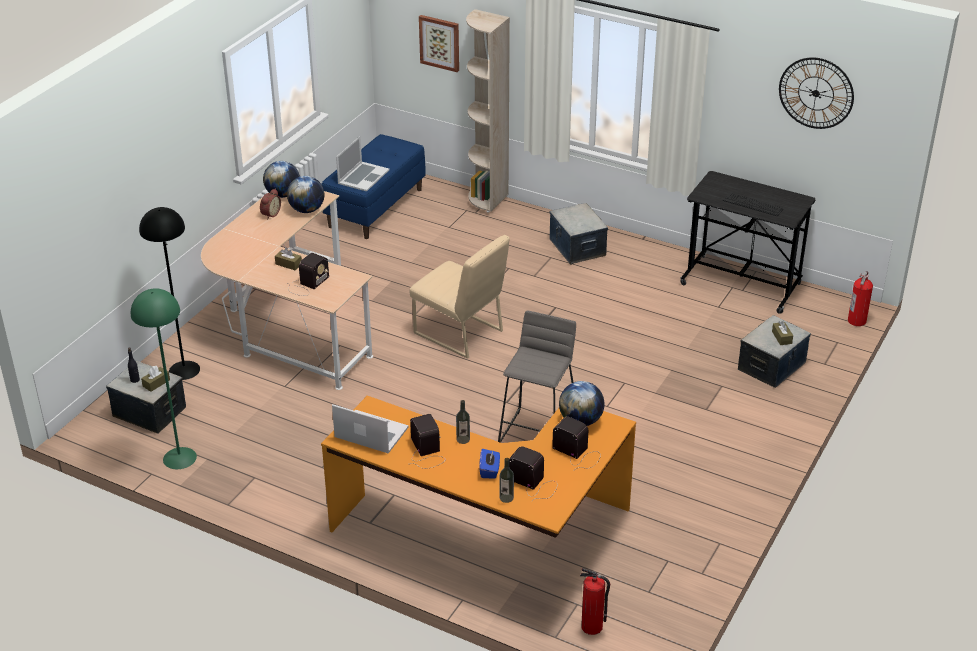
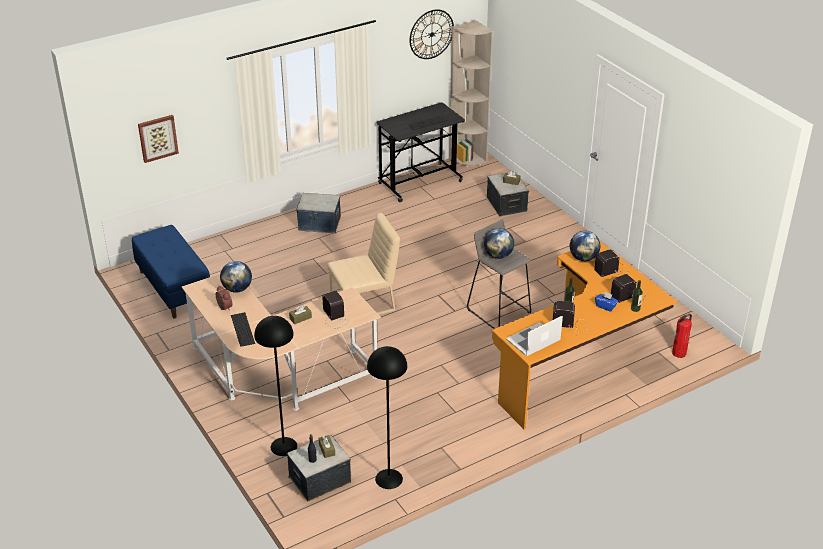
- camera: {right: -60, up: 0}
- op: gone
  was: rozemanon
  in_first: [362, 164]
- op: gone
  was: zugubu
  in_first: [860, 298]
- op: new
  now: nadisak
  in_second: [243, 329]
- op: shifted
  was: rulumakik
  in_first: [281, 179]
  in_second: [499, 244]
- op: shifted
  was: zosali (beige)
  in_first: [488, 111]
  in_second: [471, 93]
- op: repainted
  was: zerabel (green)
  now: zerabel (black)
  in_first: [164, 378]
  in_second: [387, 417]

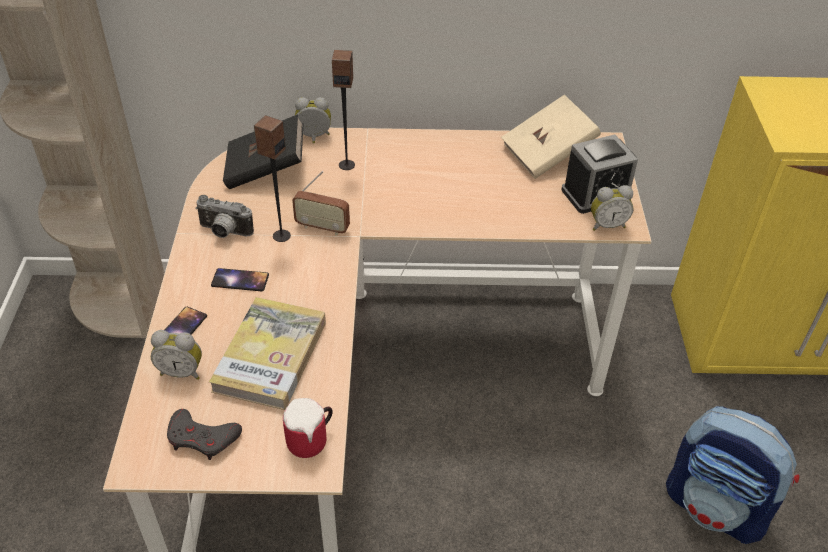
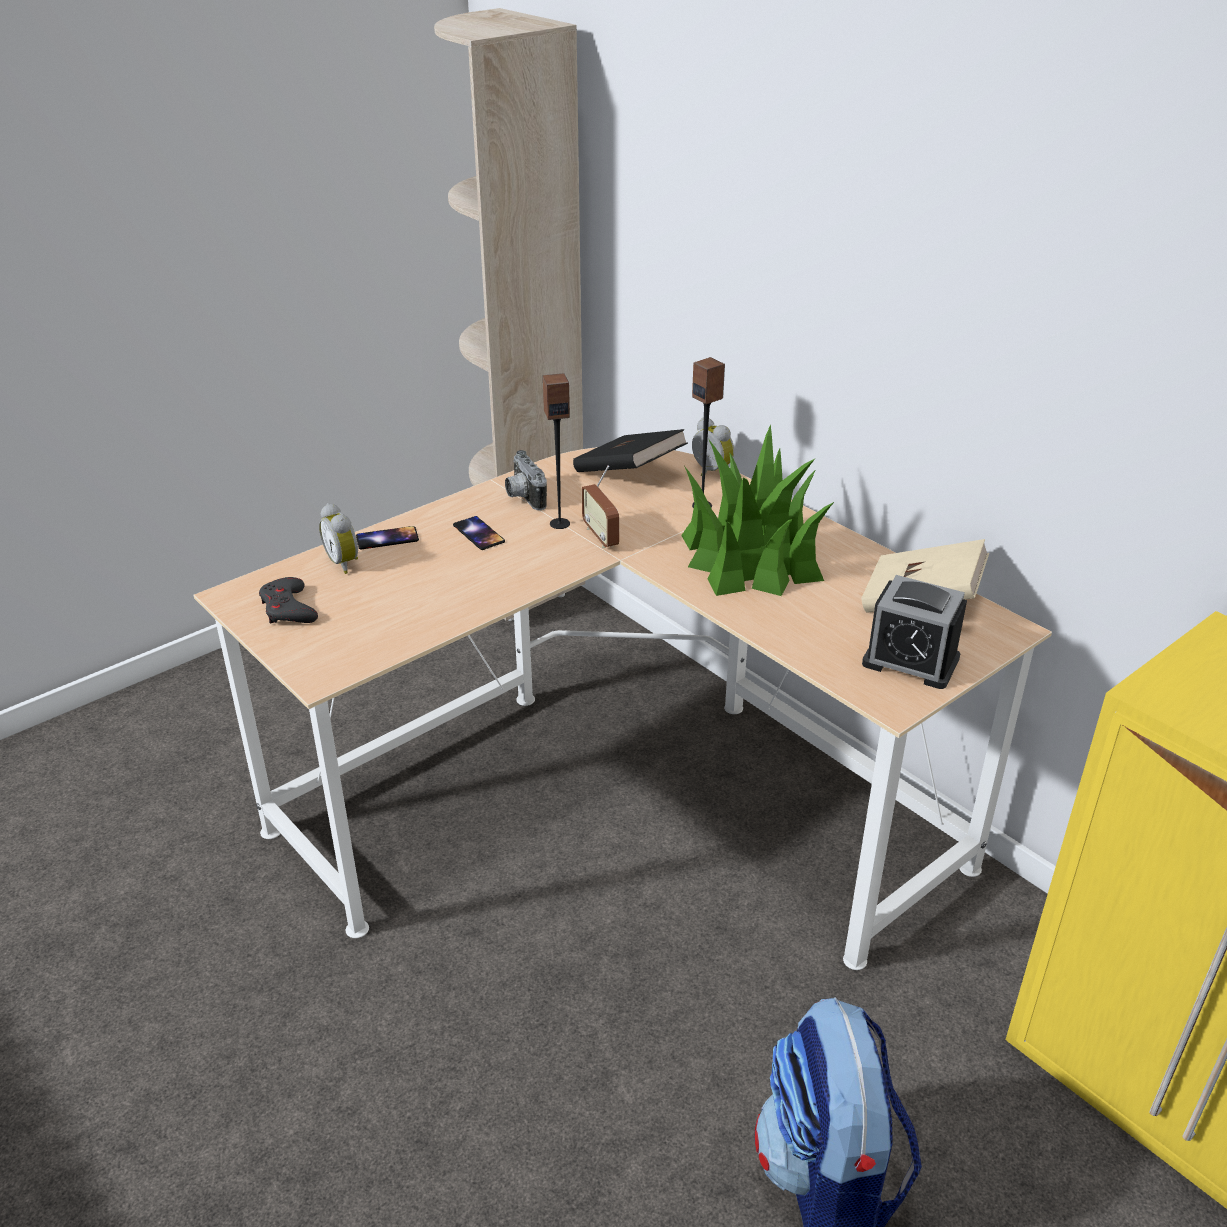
- camera: {right: 50, up: -10}
- op: gone
  was: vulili
  in_first: [267, 353]
- op: gone
  was: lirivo
  in_first: [308, 428]
- op: gone
  was: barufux
  in_first: [612, 208]
- op: new
  now: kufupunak
  in_second: [757, 510]

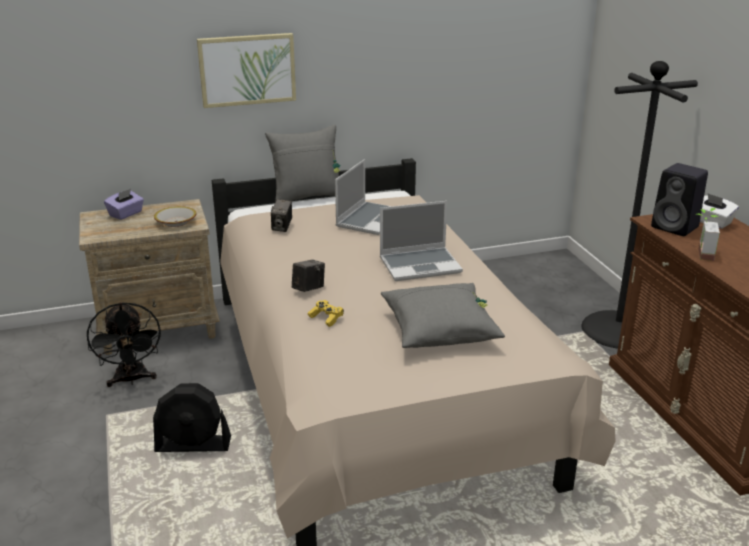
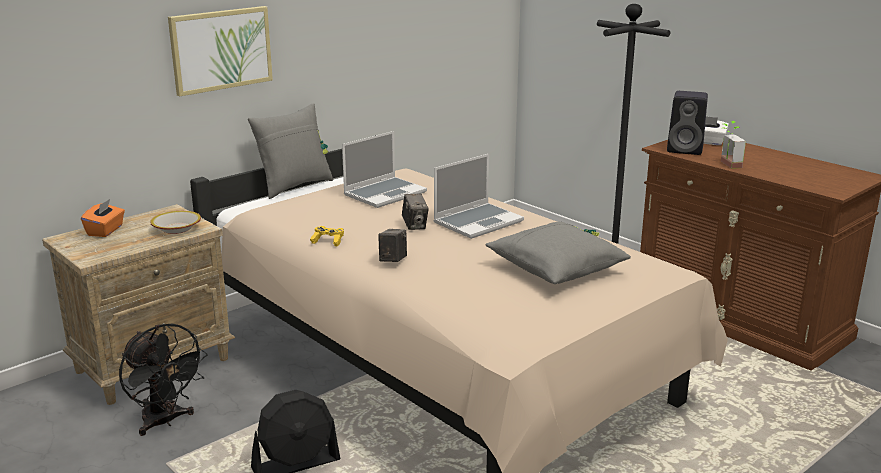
- camera: {right: -25, up: -5}
- op: shifted
  was: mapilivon
  in_first: [281, 215]
  in_second: [415, 212]
- op: shifted
  was: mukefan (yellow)
  in_first: [326, 313]
  in_second: [327, 236]
- op: repainted
  was: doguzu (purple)
  now: doguzu (orange)
  in_first: [124, 204]
  in_second: [103, 218]
- op: rotated
  was: rozemanon
  in_first: [363, 197]
  in_second: [384, 169]
  clockwise: 45

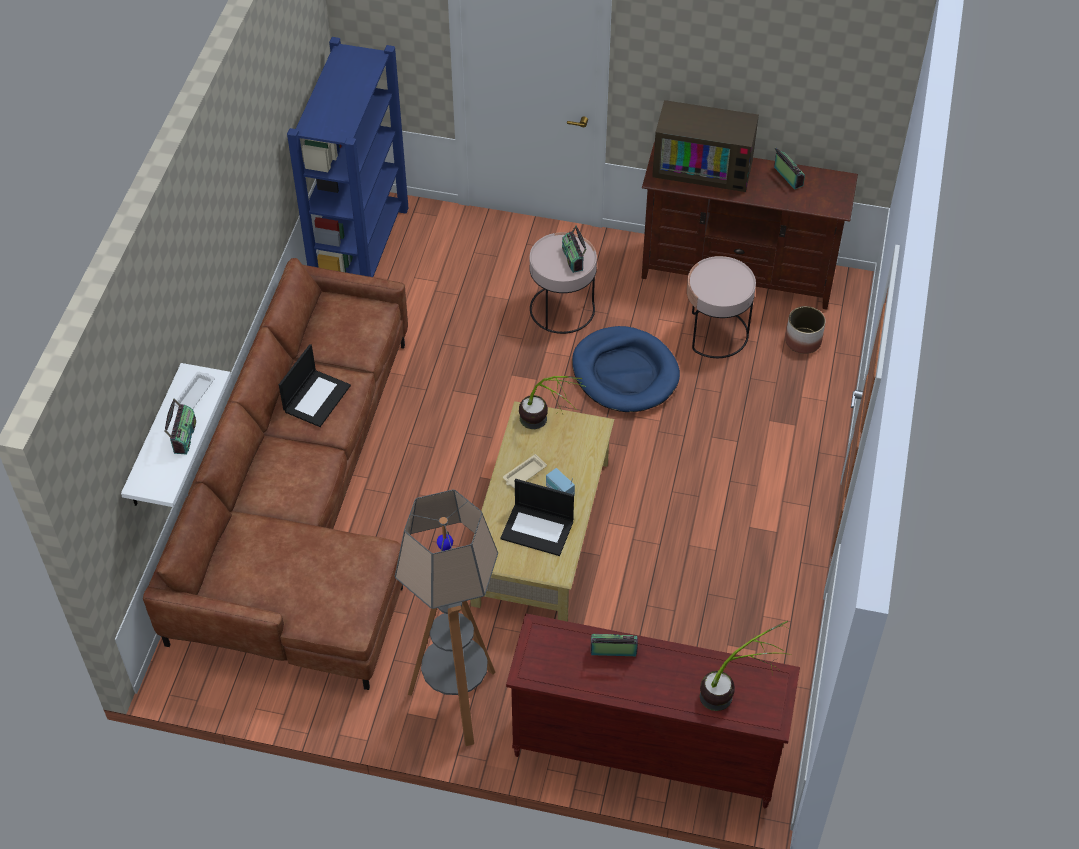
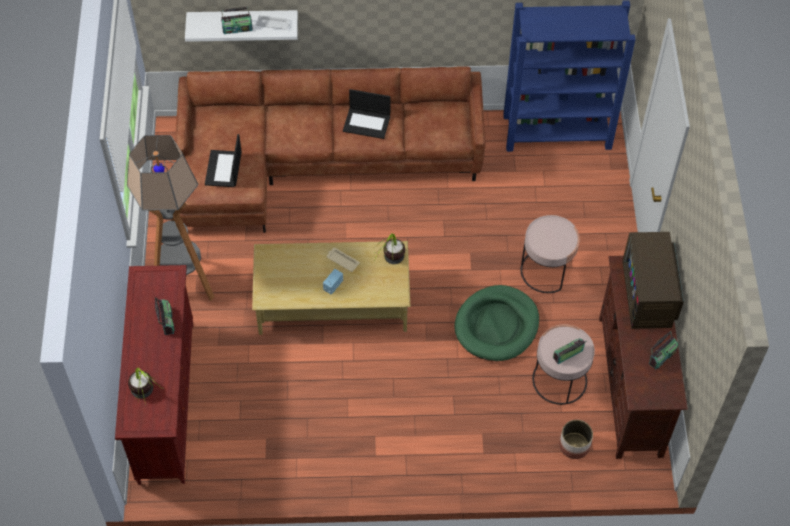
- camera: {right: 75, up: 5}
- op: shifted
  was: rozemanon
  in_first: [537, 517]
  in_second: [223, 160]
- op: shifted
  was: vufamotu
  in_first: [574, 249]
  in_second: [570, 351]
- op: repainted
  was: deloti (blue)
  now: deloti (green)
  in_first: [626, 369]
  in_second: [497, 323]

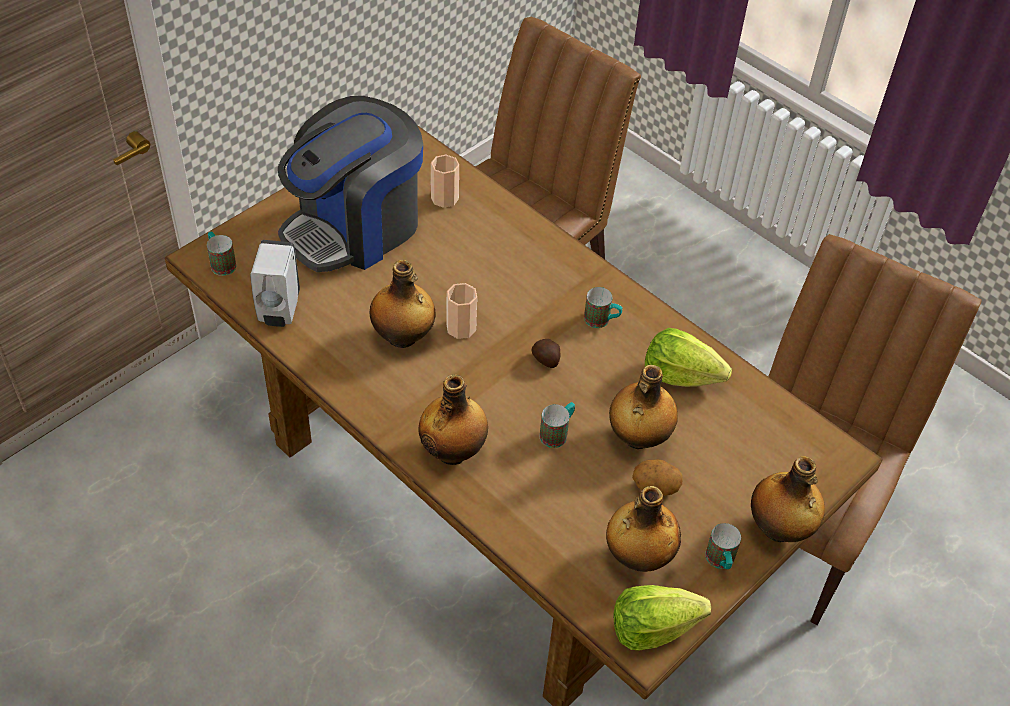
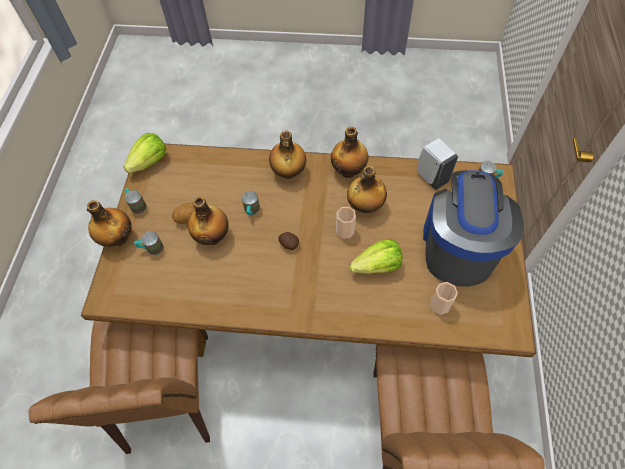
- camera: {right: 145, up: 10}
- op: shifted
  was: lirivo
  in_first: [603, 307]
  in_second: [149, 243]
- op: shifted
  was: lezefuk
  in_first: [643, 529]
  in_second: [349, 152]
- op: shifted
  was: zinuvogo
  in_first: [688, 357]
  in_second: [376, 256]

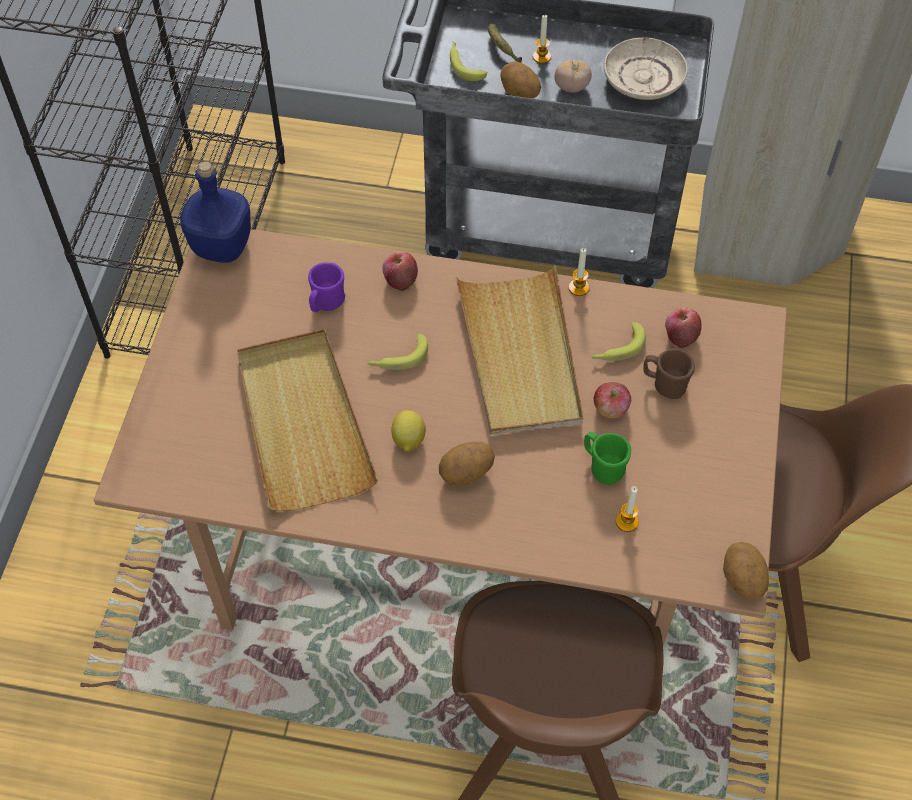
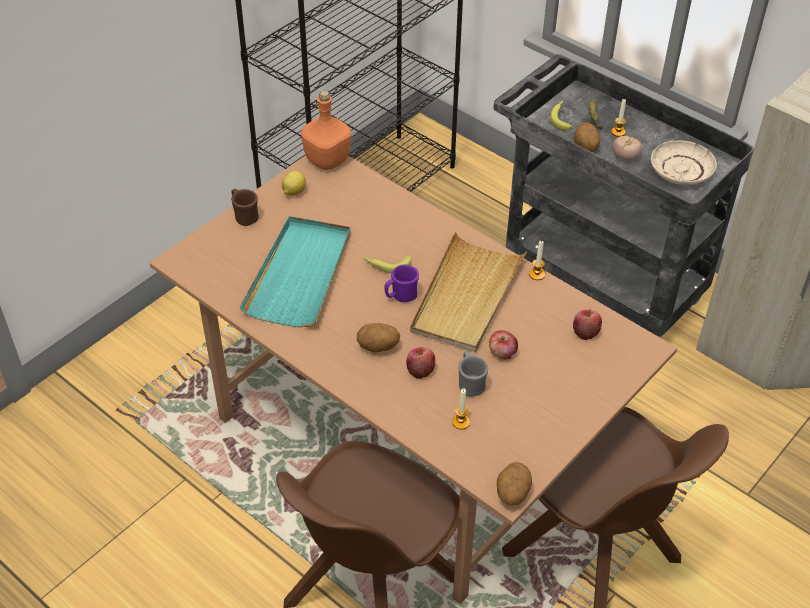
- camera: {right: 30, up: -10}
- op: gone
  was: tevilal
  in_first: [618, 341]
- op: shifted
  was: lirivo (purple)
  in_first: [326, 288]
  in_second: [401, 283]
- op: shifted
  was: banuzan
  in_first: [400, 271]
  in_second: [420, 363]
- op: shifted
  was: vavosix
  in_first: [408, 431]
  in_second: [294, 183]
- op: shifted
  was: lirivo (brown)
  in_first: [669, 374]
  in_second: [245, 207]
- op: repainted
  was: lezefuk (blue)
  now: lezefuk (orange)
  in_first: [215, 212]
  in_second: [326, 130]
- op: repainted
  was: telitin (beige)
  now: telitin (turquoise)
  in_first: [307, 420]
  in_second: [295, 272]
- op: repainted
  was: lirivo (green)
  now: lirivo (grey)
  in_first: [607, 458]
  in_second: [473, 374]

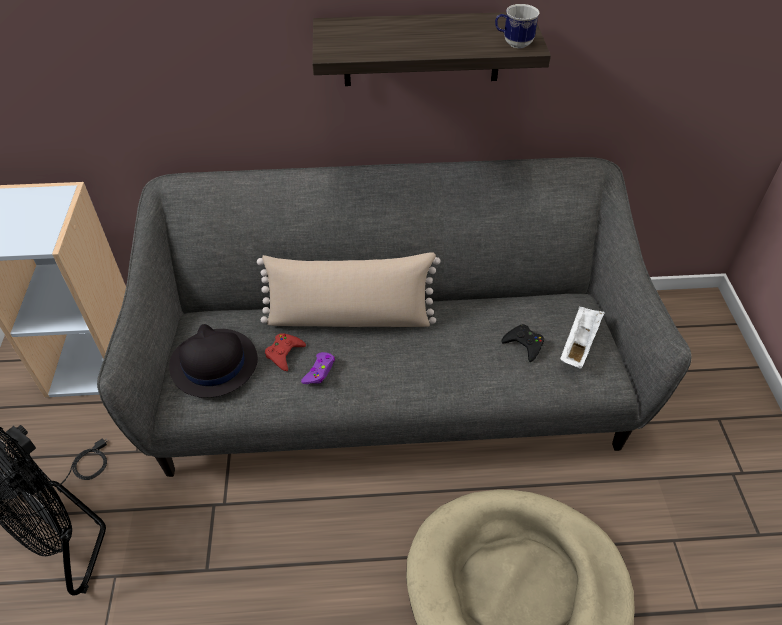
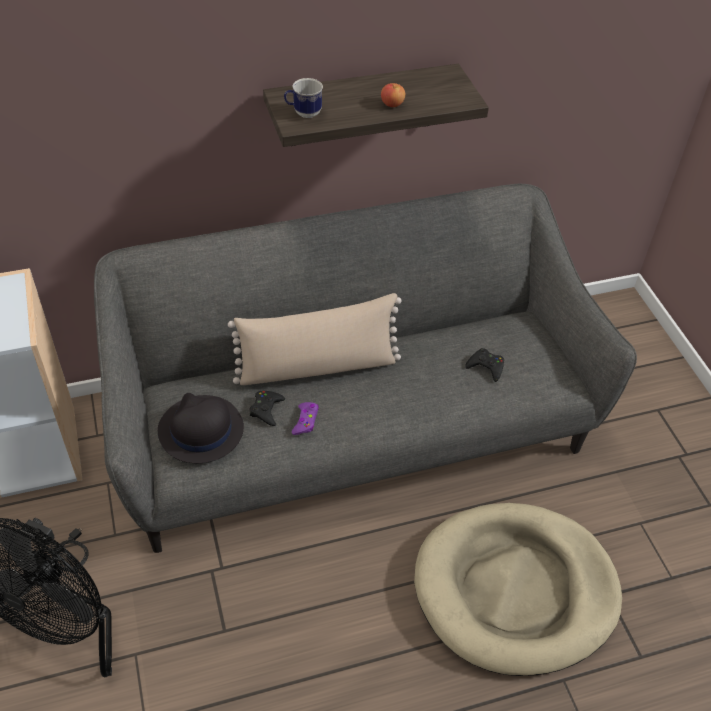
- camera: {right: -15, up: 0}
- op: gone
  was: telitin (white)
  in_first: [582, 337]
- op: new
  now: banuzan
  in_second: [393, 95]
- op: shifted
  was: lirivo
  in_first: [517, 26]
  in_second: [303, 98]
- op: repainted
  was: mukefan (red)
  now: mukefan (black)
  in_first: [285, 352]
  in_second: [267, 408]

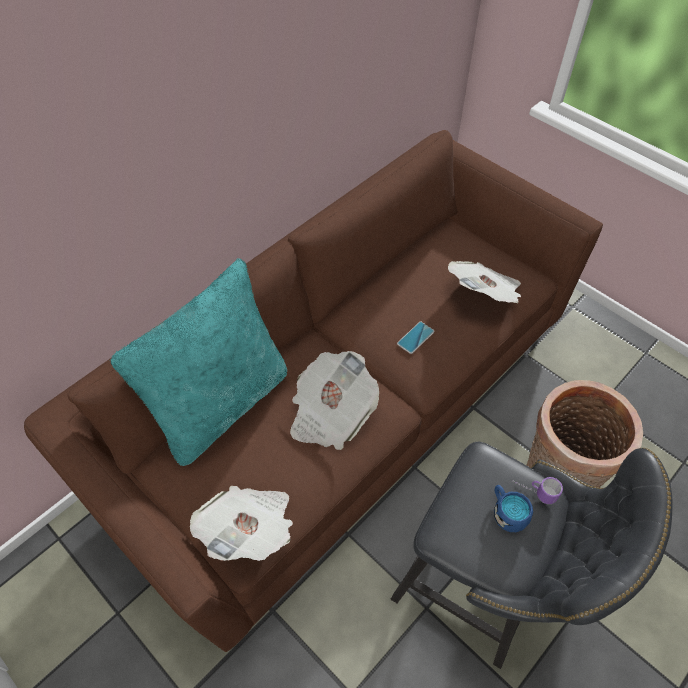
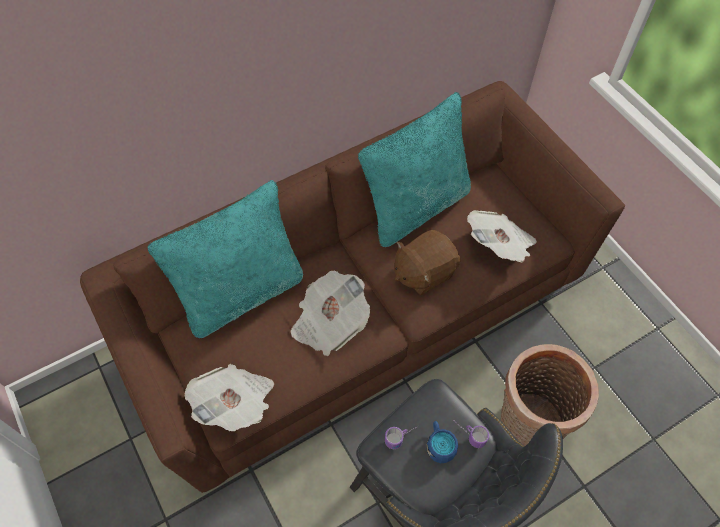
- camera: {right: 15, up: 5}
- op: new
  now: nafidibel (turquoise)
  in_second: [414, 169]
- op: new
  now: lirivo
  in_second: [402, 437]
- op: swapped
  was: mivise
  now: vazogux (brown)
  in_first: [416, 338]
  in_second: [427, 262]

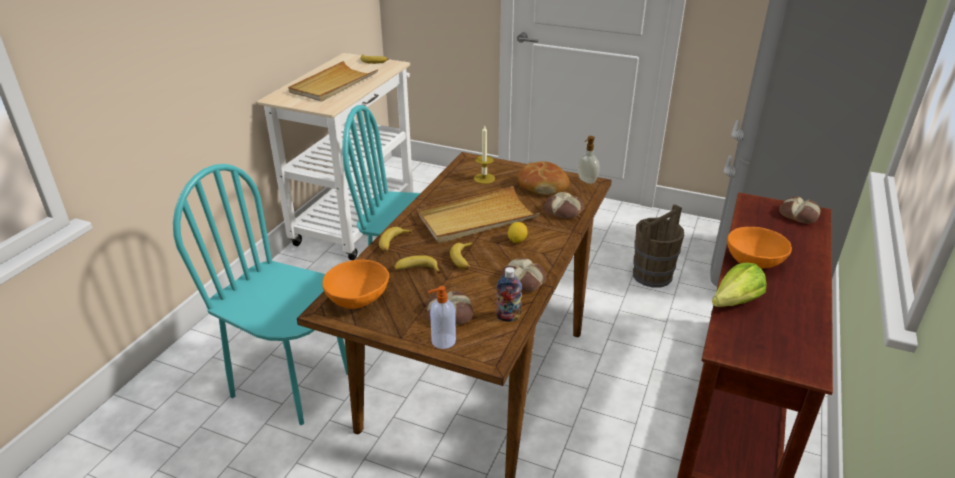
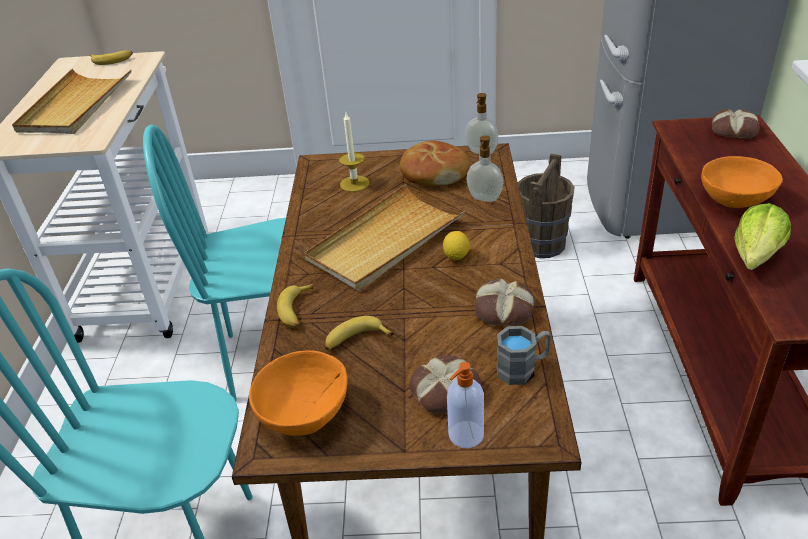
- camera: {right: -20, up: 5}
- op: gone
  was: tevilal
  in_first: [461, 255]
- op: swapped
  was: lezefuk
  now: lirivo (grey)
  in_first: [509, 294]
  in_second: [523, 355]
- op: swapped
  was: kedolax
  now: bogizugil
  in_first: [564, 205]
  in_second: [485, 168]

